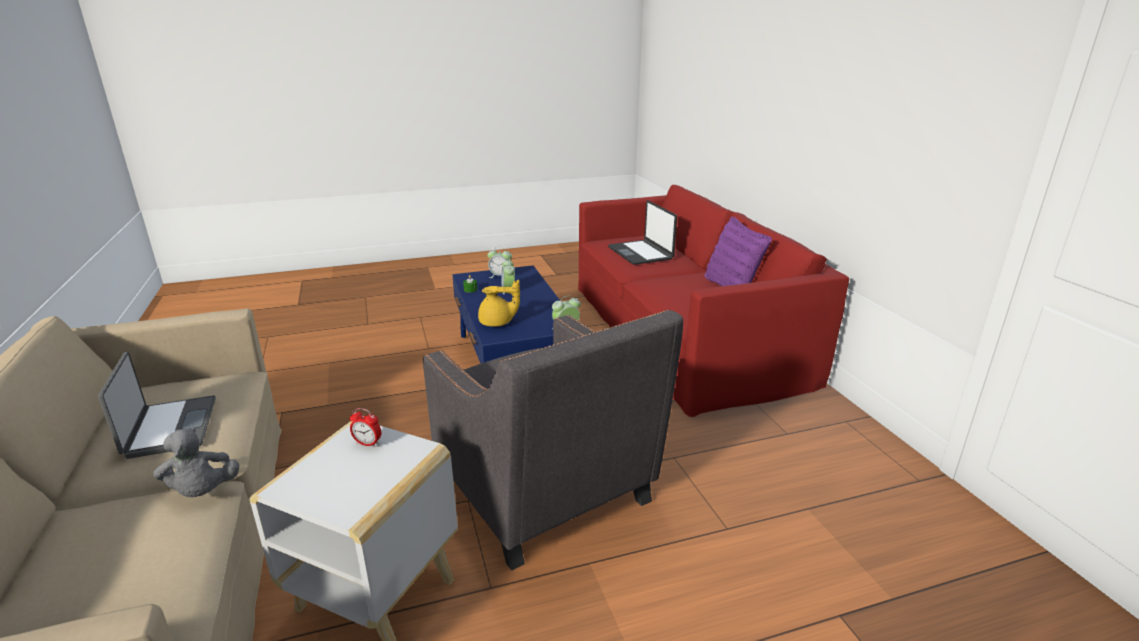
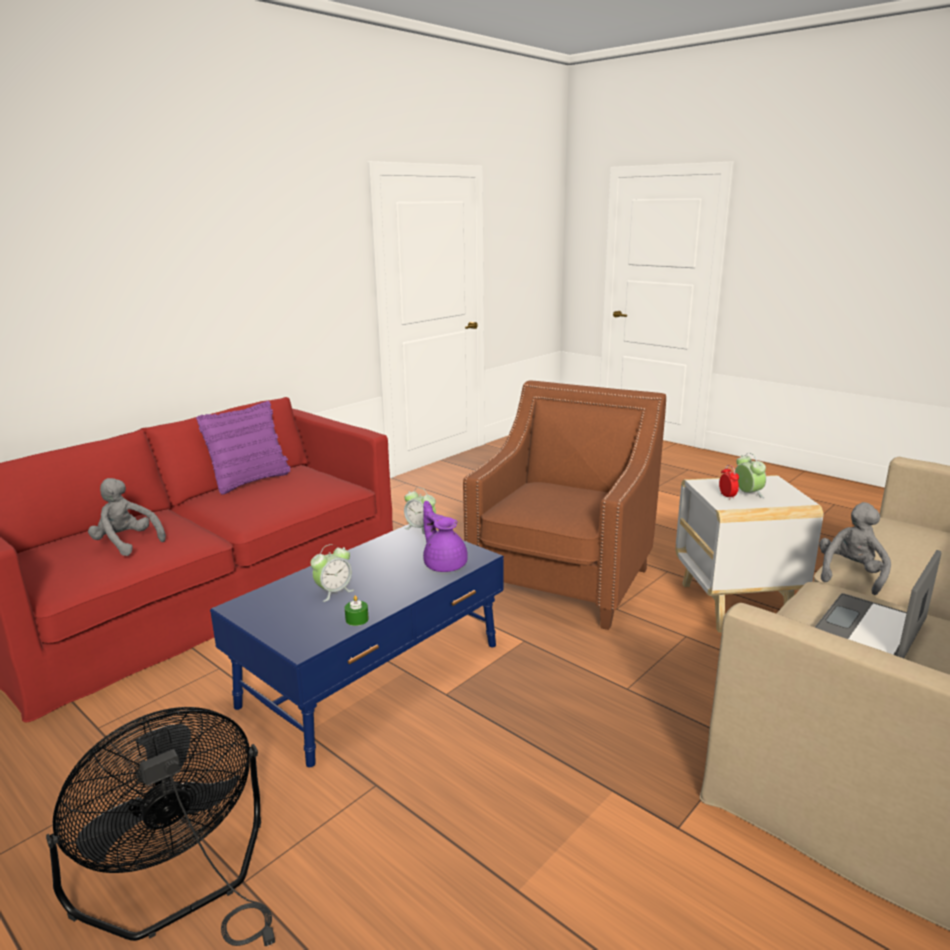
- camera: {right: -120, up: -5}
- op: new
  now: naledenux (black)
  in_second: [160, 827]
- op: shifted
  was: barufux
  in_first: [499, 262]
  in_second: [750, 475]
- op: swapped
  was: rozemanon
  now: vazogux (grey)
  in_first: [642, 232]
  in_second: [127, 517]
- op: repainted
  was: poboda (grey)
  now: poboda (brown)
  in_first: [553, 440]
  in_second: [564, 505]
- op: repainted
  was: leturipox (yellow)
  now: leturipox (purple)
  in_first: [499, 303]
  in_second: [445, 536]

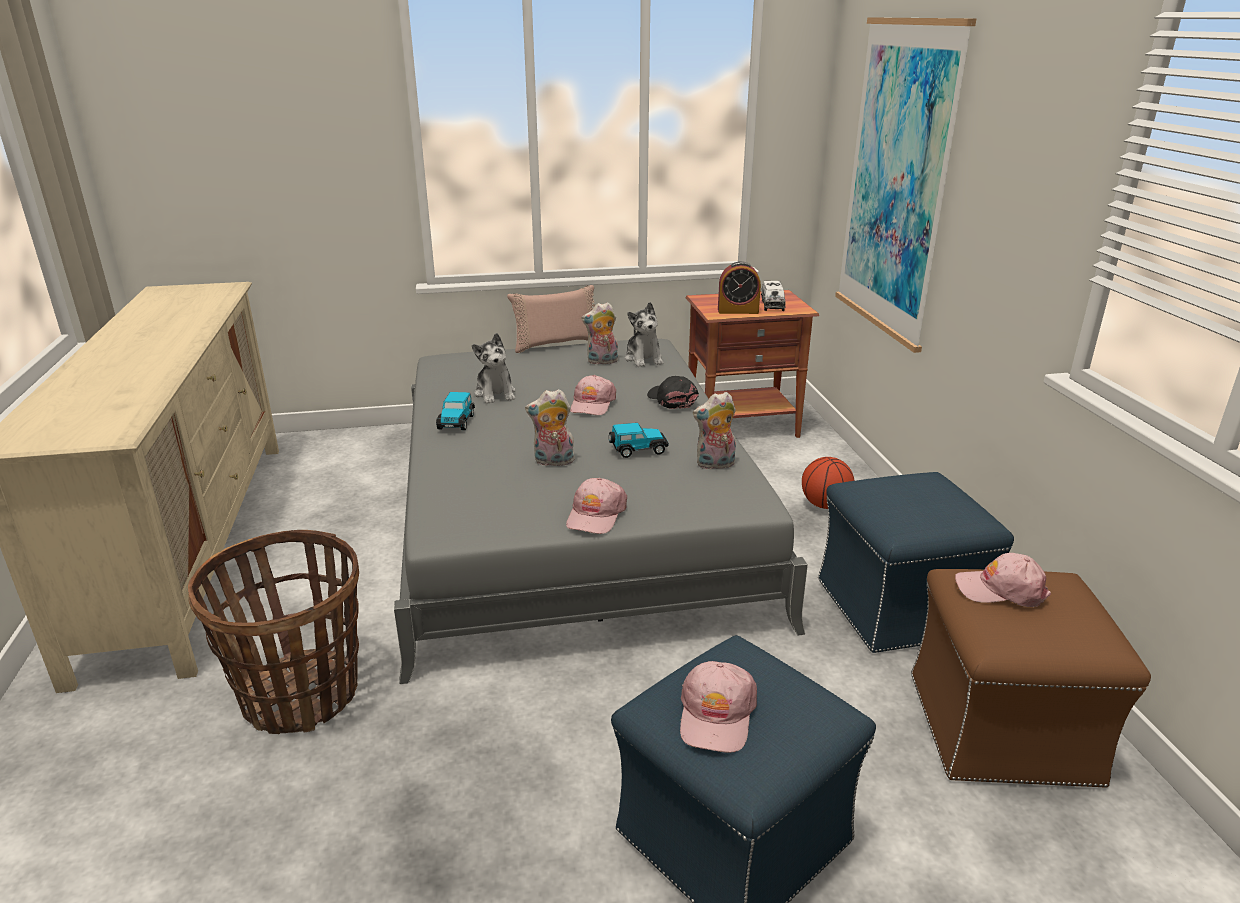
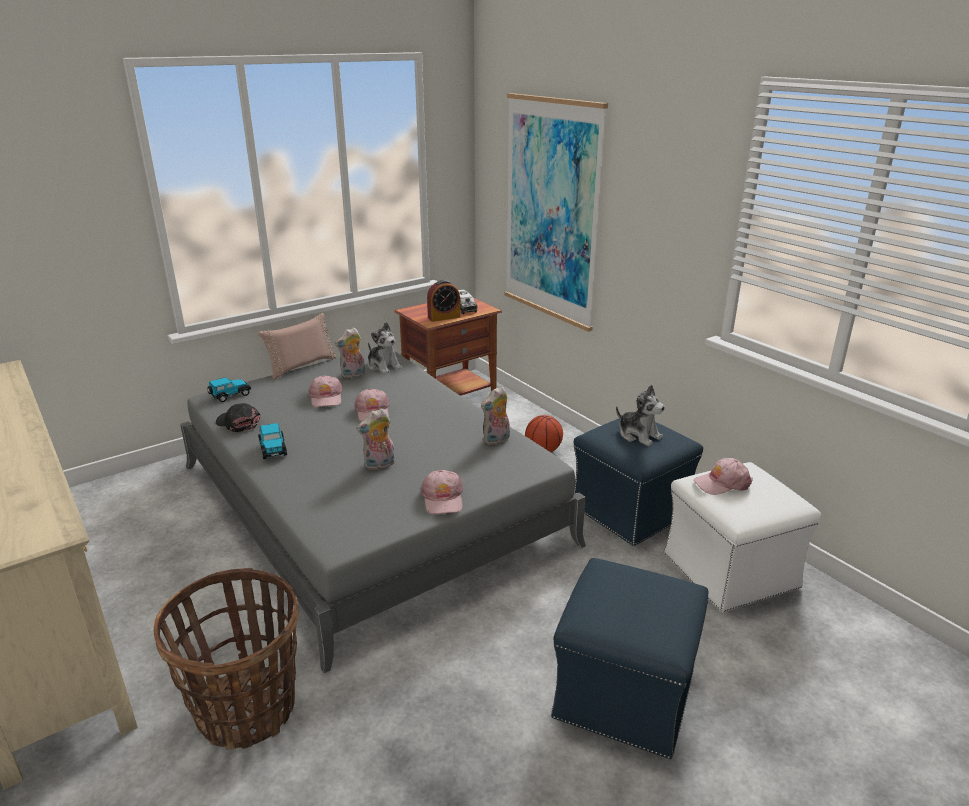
- camera: {right: -25, up: 0}
- op: shifted
  was: vazogux
  in_first: [494, 368]
  in_second: [640, 415]
- op: shifted
  was: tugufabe
  in_first: [639, 440]
  in_second: [229, 389]
- op: shifted
  was: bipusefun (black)
  in_first: [673, 392]
  in_second: [238, 417]
- op: shifted
  was: bipusefun (pink)
  in_first: [718, 707]
  in_second: [325, 391]
- op: repainted
  was: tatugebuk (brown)
  now: tatugebuk (white)
  in_first: [1031, 678]
  in_second: [743, 537]

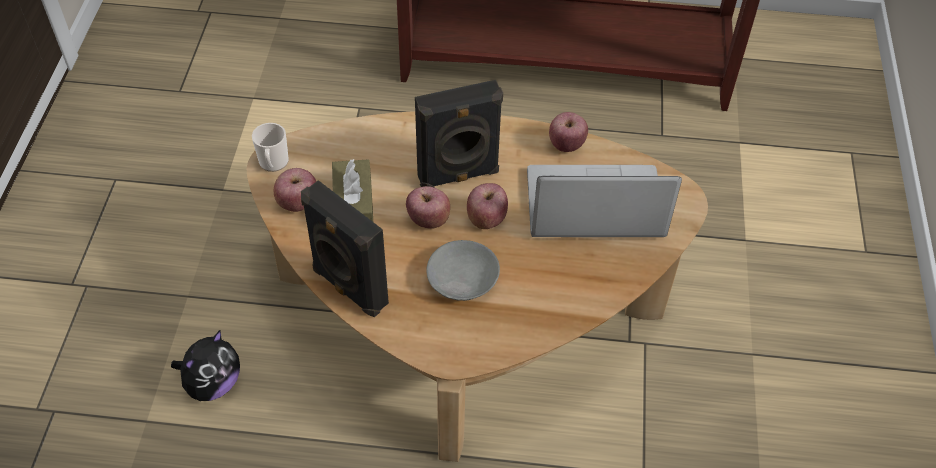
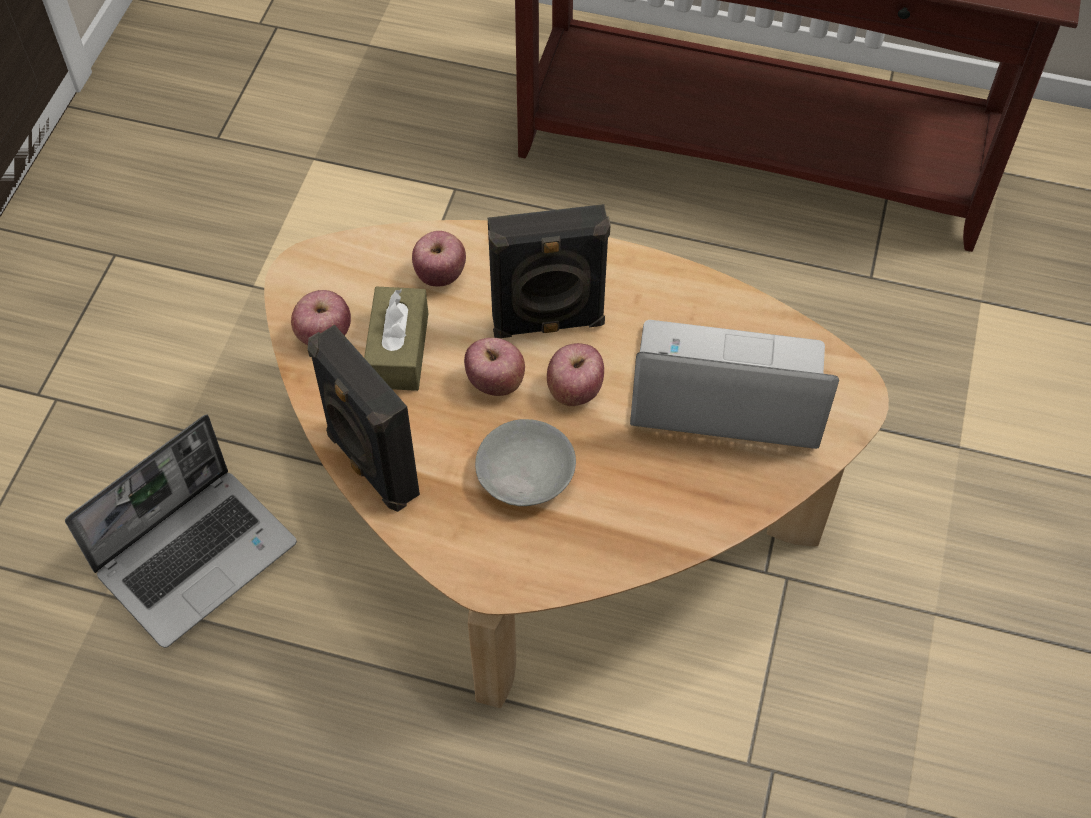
- camera: {right: 10, up: 5}
- op: gone
  was: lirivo
  in_first: [270, 147]
- op: shifted
  was: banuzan
  in_first: [568, 132]
  in_second: [439, 259]
- op: swapped
  was: vazogux
  now: rozemanon
  in_first: [205, 365]
  in_second: [181, 531]

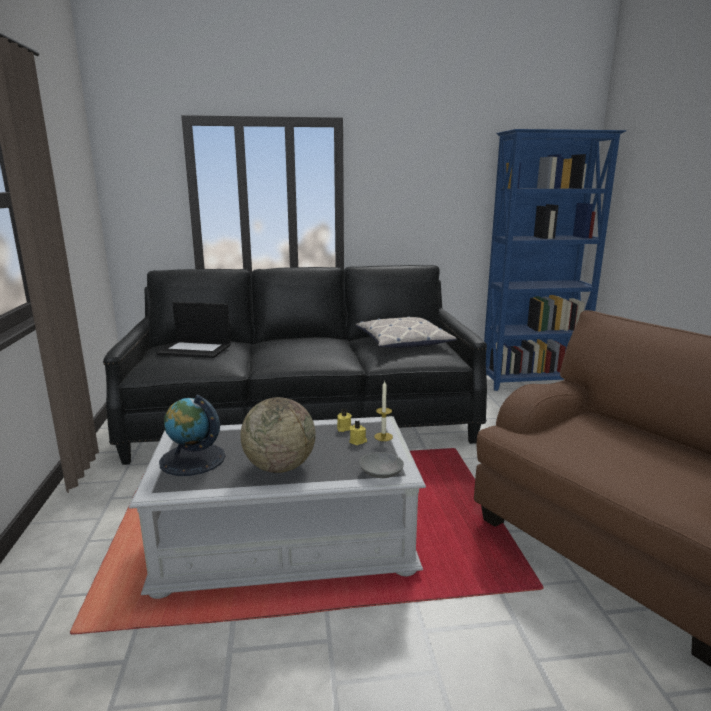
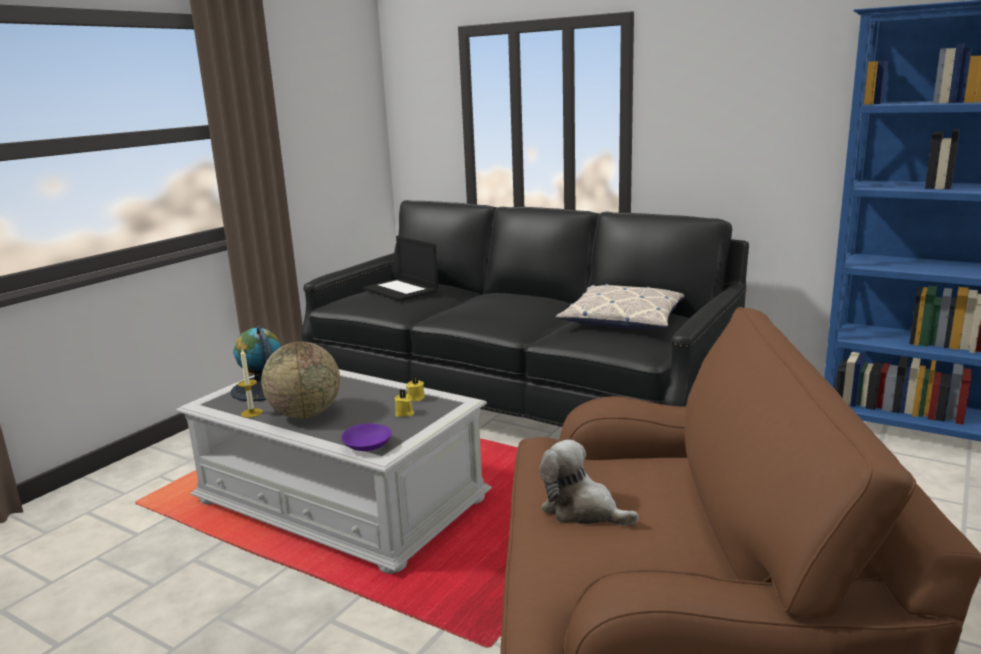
- camera: {right: 40, up: 0}
- op: new
  now: vazogux
  in_second: [589, 483]
- op: shifted
  was: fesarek
  in_first: [383, 410]
  in_second: [250, 383]
- op: repainted
  was: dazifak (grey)
  now: dazifak (purple)
  in_first: [381, 465]
  in_second: [366, 437]

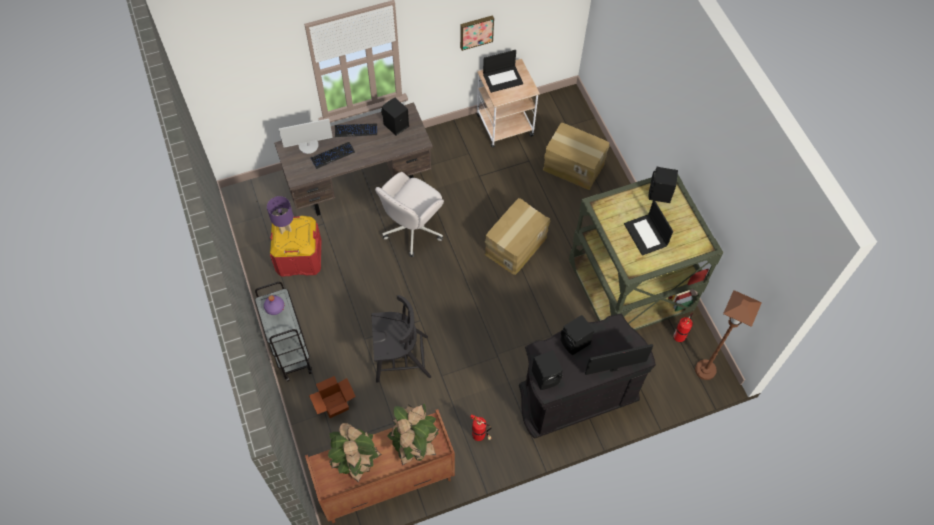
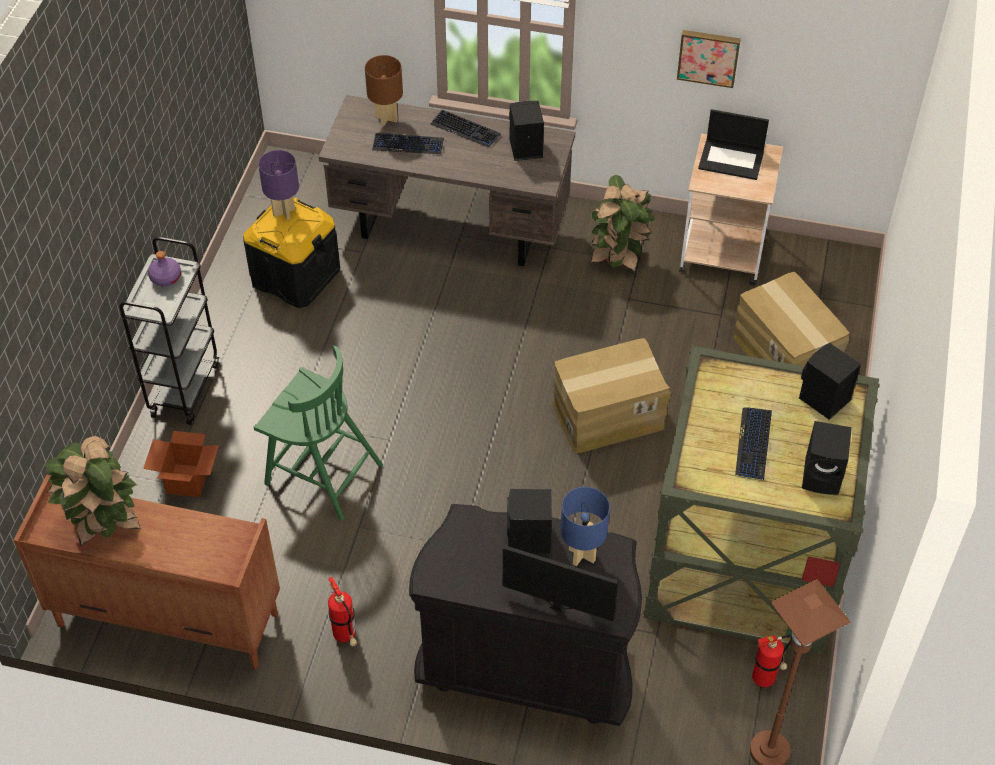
- camera: {right: 35, up: -10}
- op: gone
  was: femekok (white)
  in_first: [409, 214]
- op: new
  now: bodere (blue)
  in_second: [585, 526]
- op: shifted
  was: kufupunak
  in_first: [413, 435]
  in_second: [623, 223]
- op: shifted
  was: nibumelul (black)
  in_first: [547, 370]
  in_second: [827, 458]
- op: swapped
  was: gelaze
  now: bodere (brown)
  in_first: [306, 136]
  in_second: [384, 90]
- op: swapped
  was: rozemanon
  now: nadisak
  in_first: [648, 228]
  in_second: [753, 443]
- op: repainted
  was: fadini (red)
  now: fadini (black)
  in_first: [295, 246]
  in_second: [291, 253]
- op: repainted
  was: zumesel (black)
  now: zumesel (green)
  in_first: [401, 339]
  in_second: [318, 432]

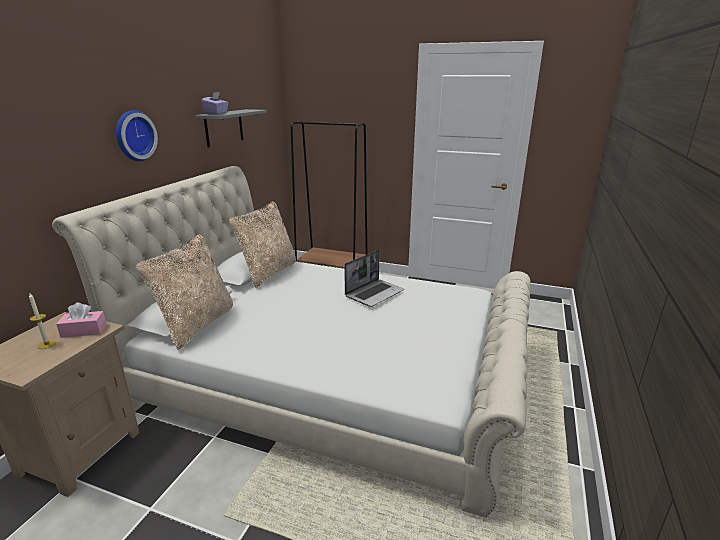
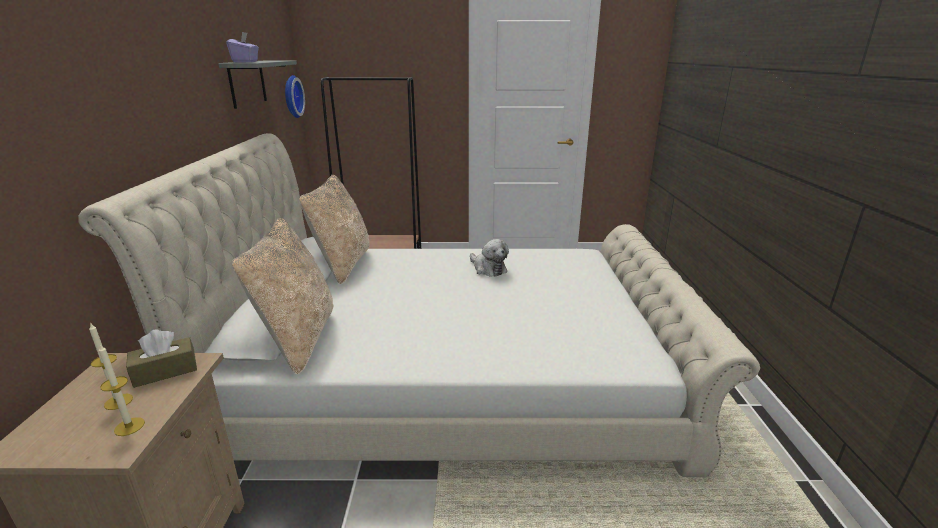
- camera: {right: -20, up: 0}
- op: new
  now: fesarek
  in_second: [122, 390]
- op: shifted
  was: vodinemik
  in_first: [137, 135]
  in_second: [295, 96]
- op: swapped
  was: rozemanon
  now: vazogux
  in_first: [374, 278]
  in_second: [489, 258]
- op: repainted
  was: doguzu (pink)
  now: doguzu (brown)
  in_first: [81, 320]
  in_second: [161, 358]

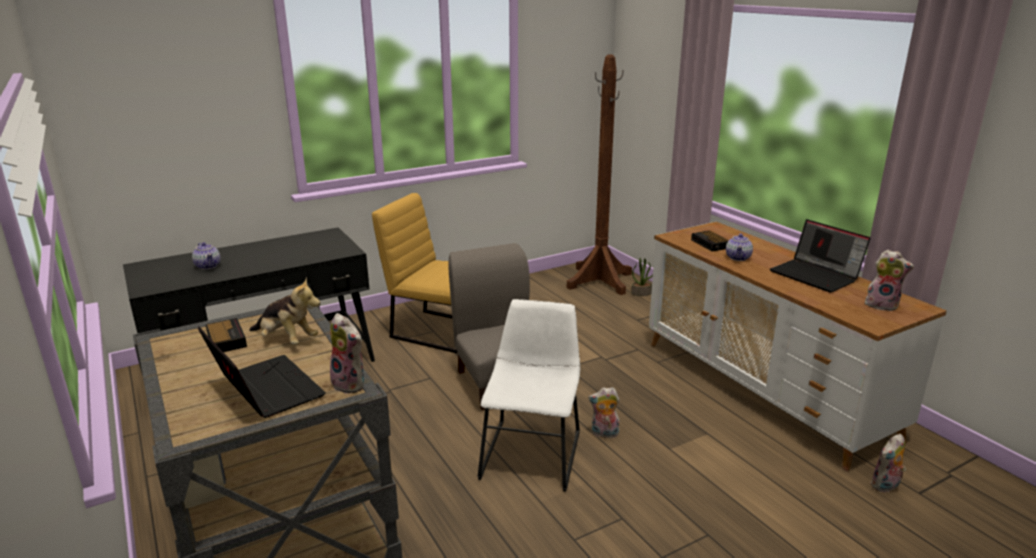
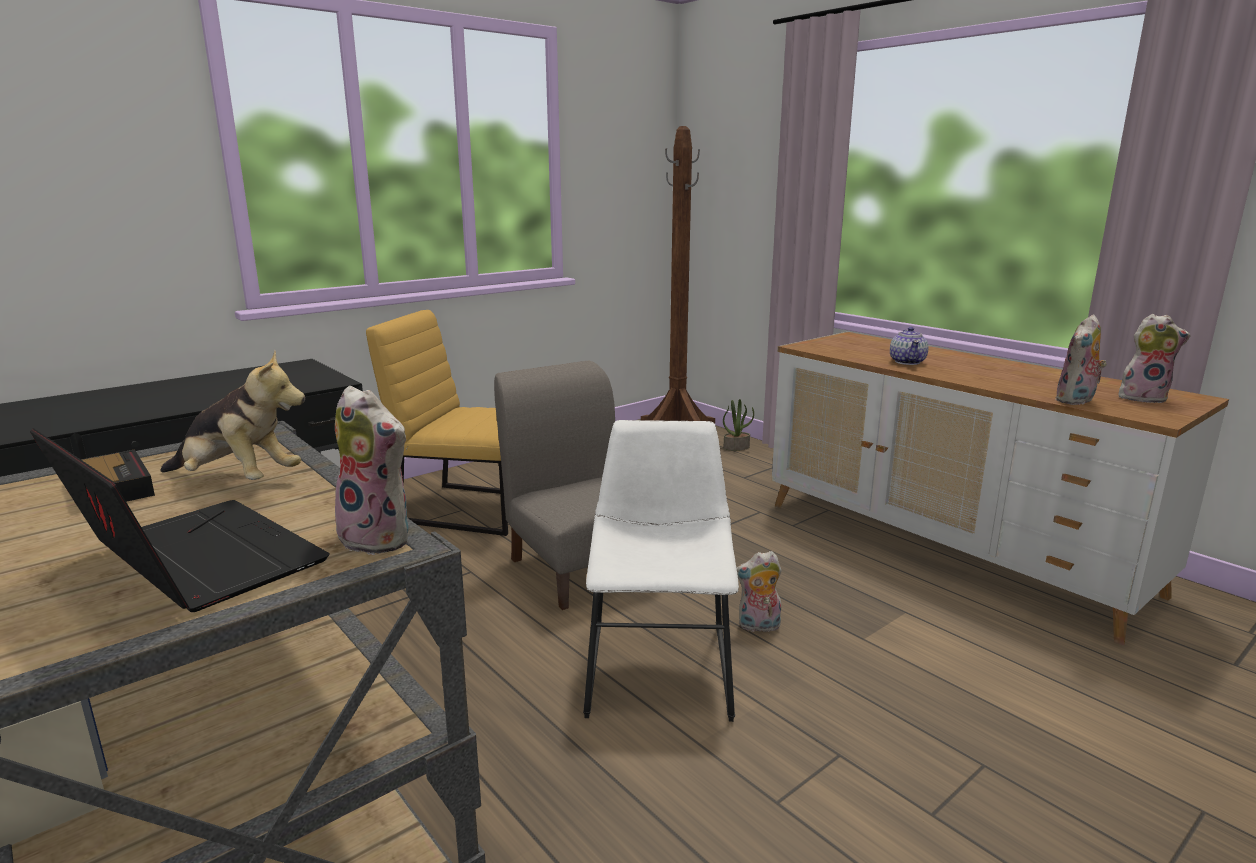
- camera: {right: -10, up: -5}
- op: gone
  was: leturipox
  in_first: [206, 256]
- op: gone
  was: barufux
  in_first: [710, 241]
- op: gone
  was: rozemanon
  in_first: [820, 255]
- op: shifted
  was: vazogux
  in_first: [888, 463]
  in_second: [1081, 359]

